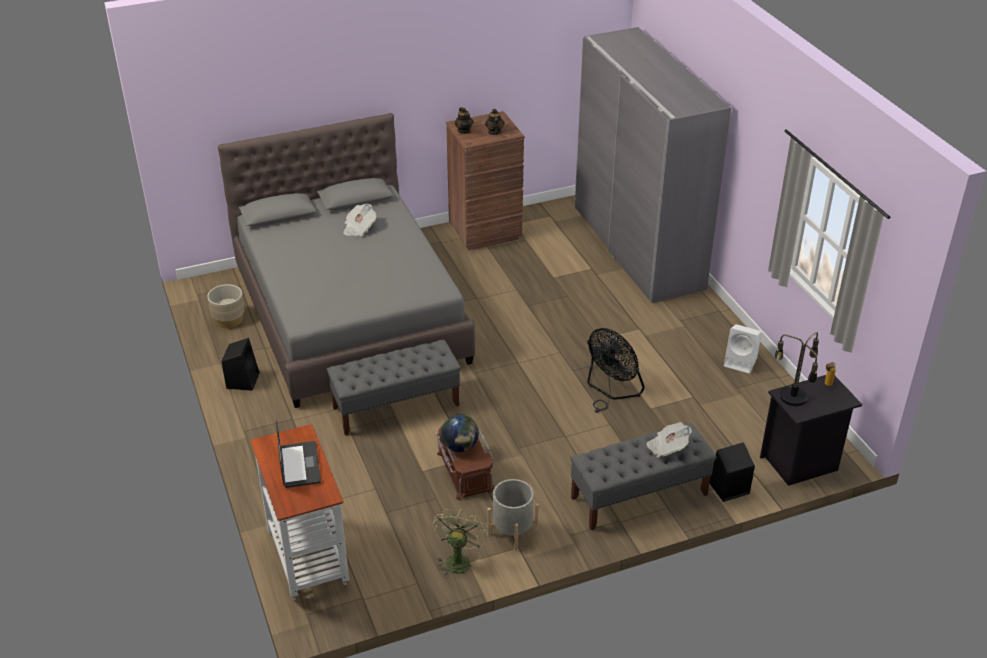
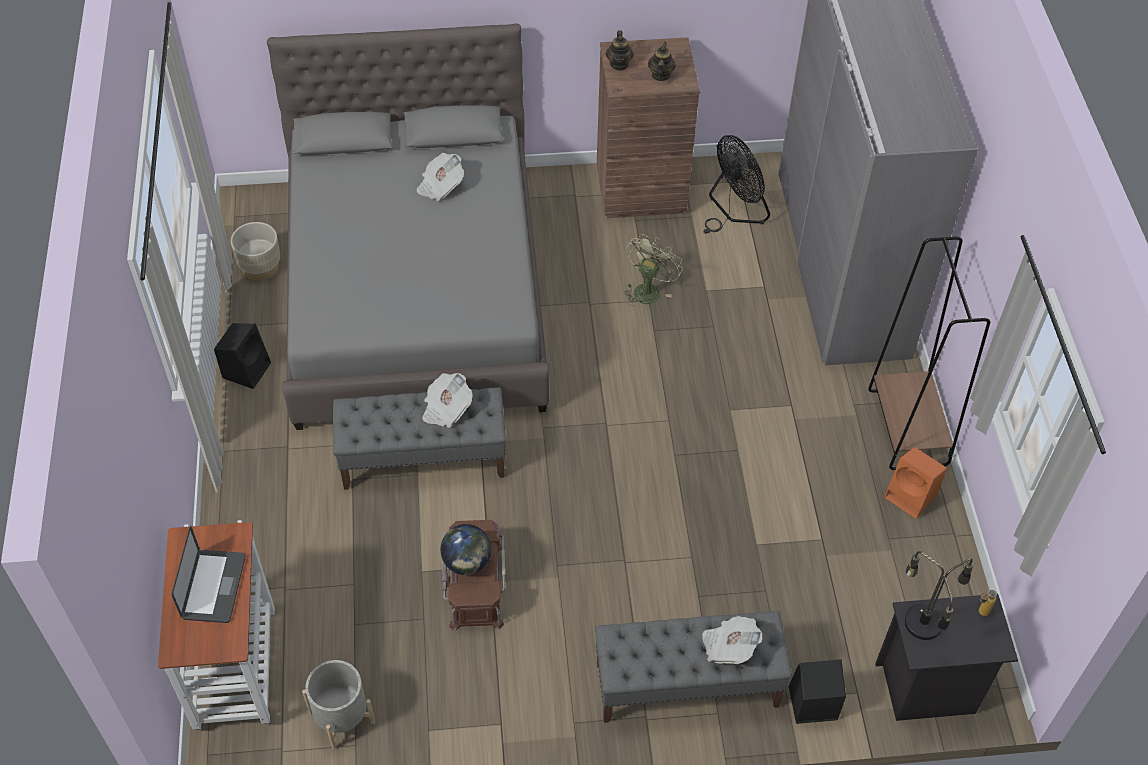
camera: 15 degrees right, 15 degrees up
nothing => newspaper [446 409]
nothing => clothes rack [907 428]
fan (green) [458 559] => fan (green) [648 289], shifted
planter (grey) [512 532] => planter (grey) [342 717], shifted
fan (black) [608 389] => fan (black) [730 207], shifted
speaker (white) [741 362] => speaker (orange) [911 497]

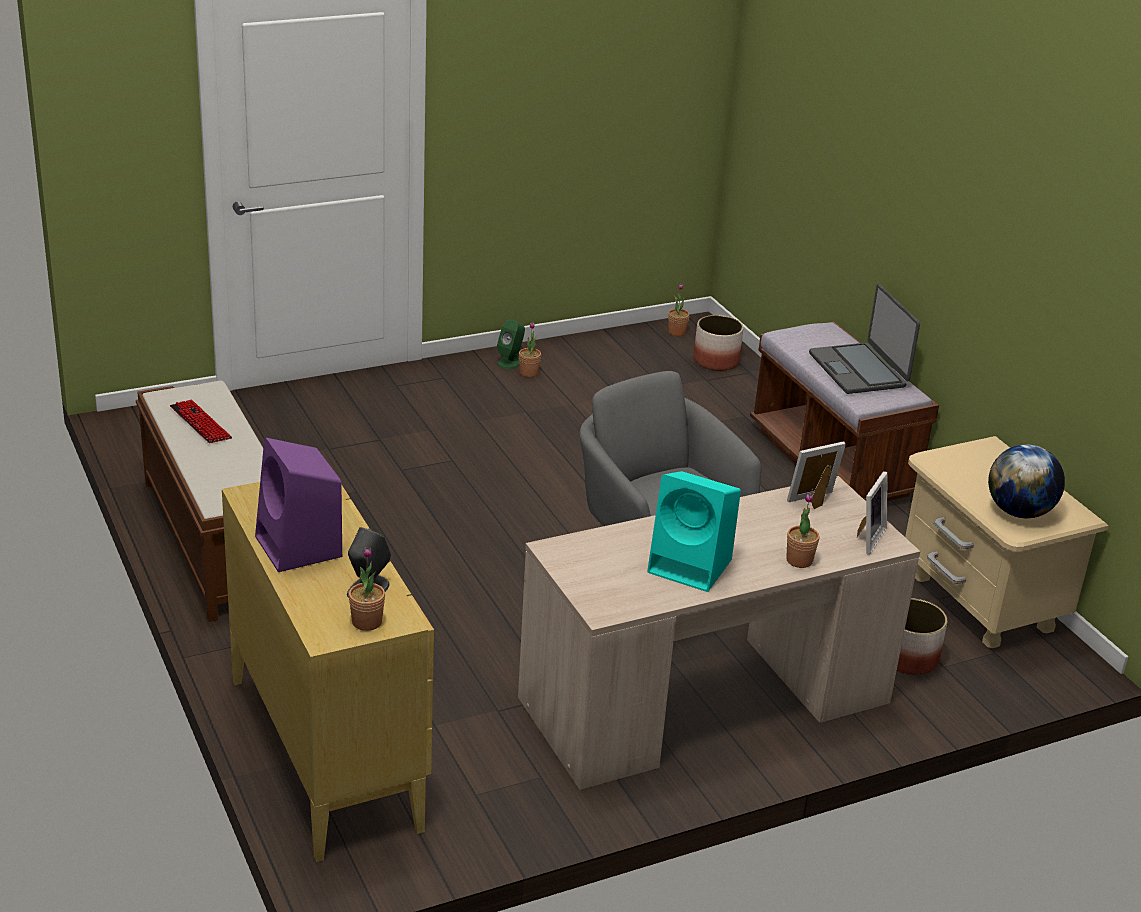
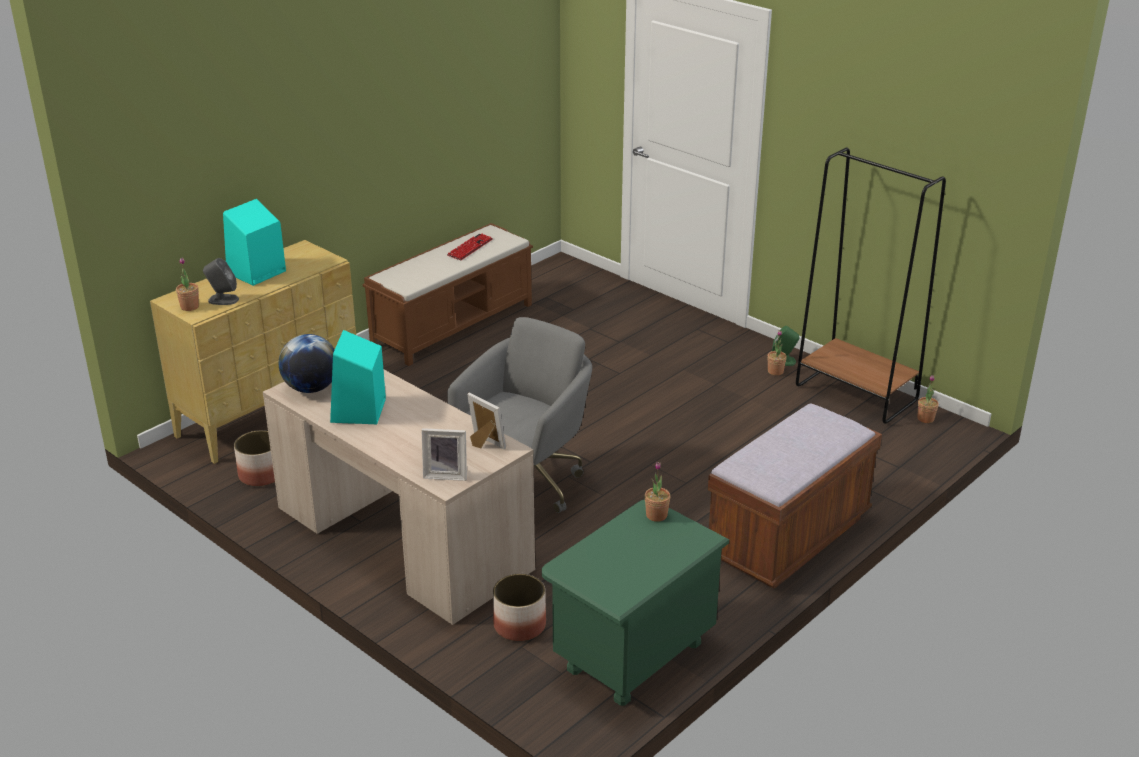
camera: 70 degrees right, 0 degrees up
laptop [859 370] => nothing
nothing => clothes rack [856 394]
planter [716 361] => planter [261 475], shifted
potted plant [799 560] => potted plant [656 515], shifted
globe [1019 512] => globe [311 388], shifted
speaker (purple) [300 548] => speaker (turquoise) [255 273]
nightstand (beige) [977 603] => nightstand (green) [630 653]

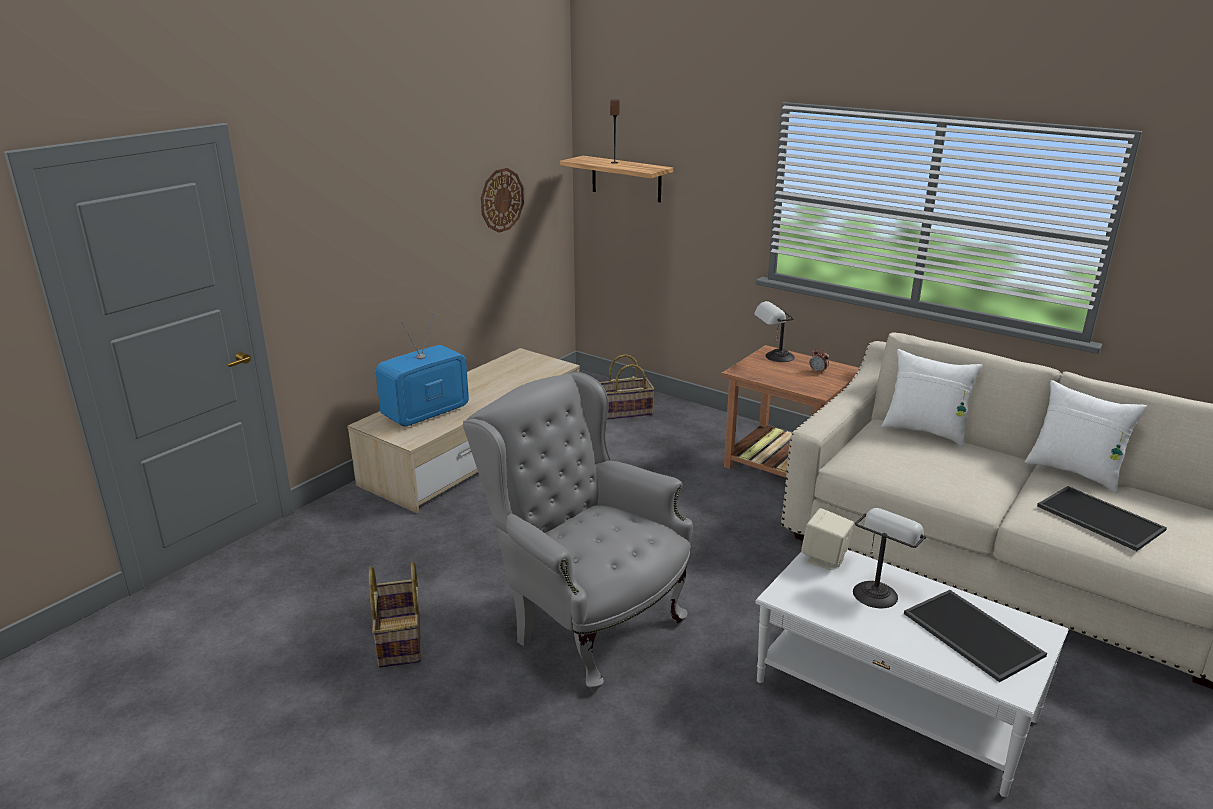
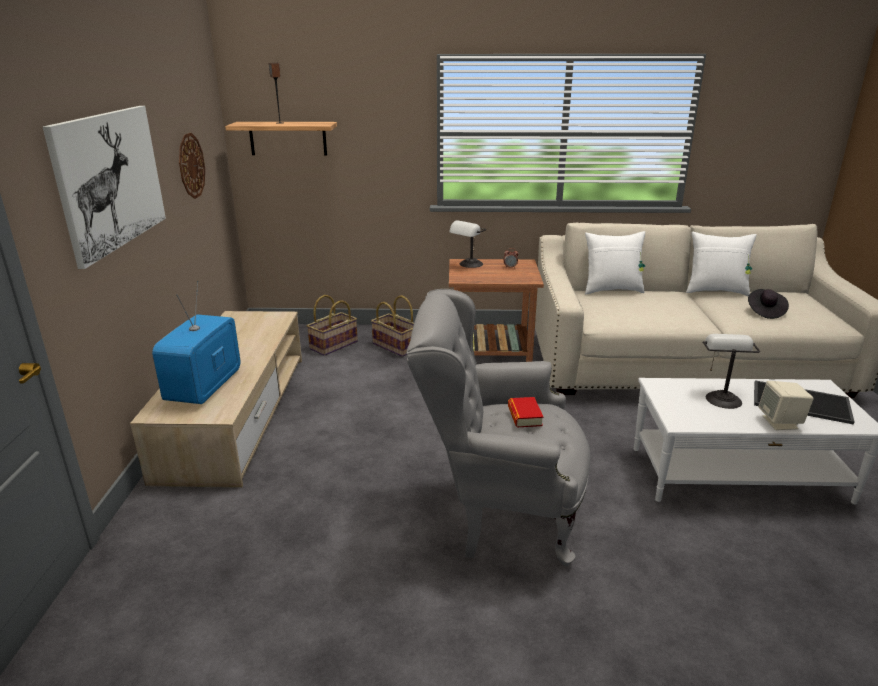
camera: 35 degrees left, 0 degrees up
nothing => picture [111 180]
nothing => book [524 416]
basket [401 640] => basket [396 346], shifted
speaker (beige) [825 559] => speaker (beige) [780 422], shifted
tray [1098 518] => hat (black) [765 312]

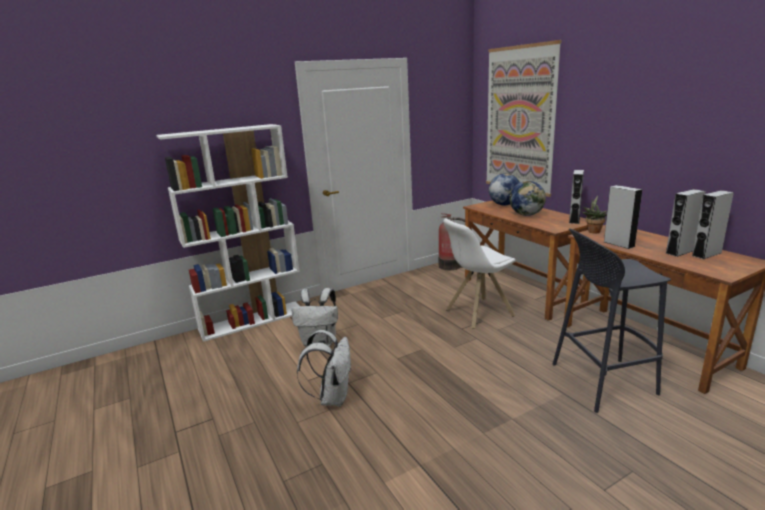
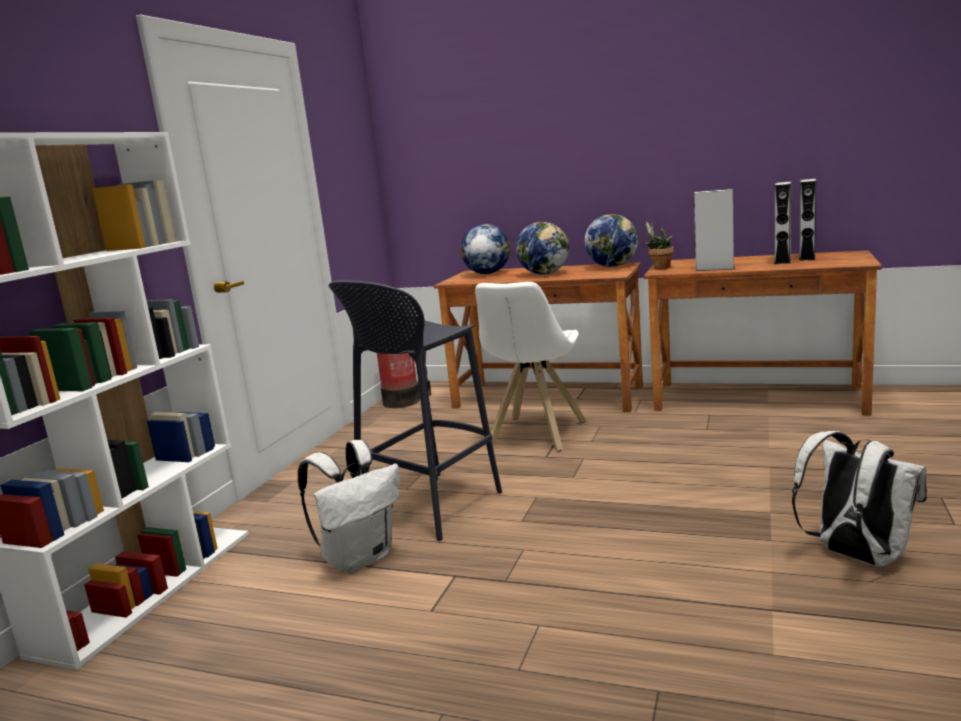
camera: 40 degrees left, 5 degrees down
picture [519 120] => nothing
backpack (white) [332 397] => backpack (white) [855 556], shifted
stool (grey) [603 382] => stool (grey) [430 505], shifted
speaker (grey) [574 220] => globe [612 266]

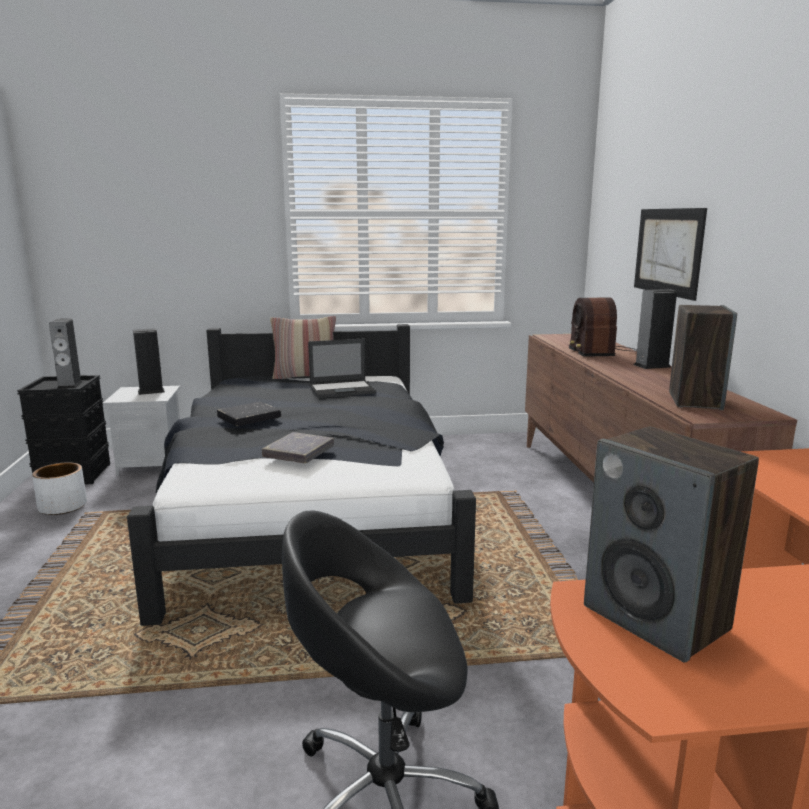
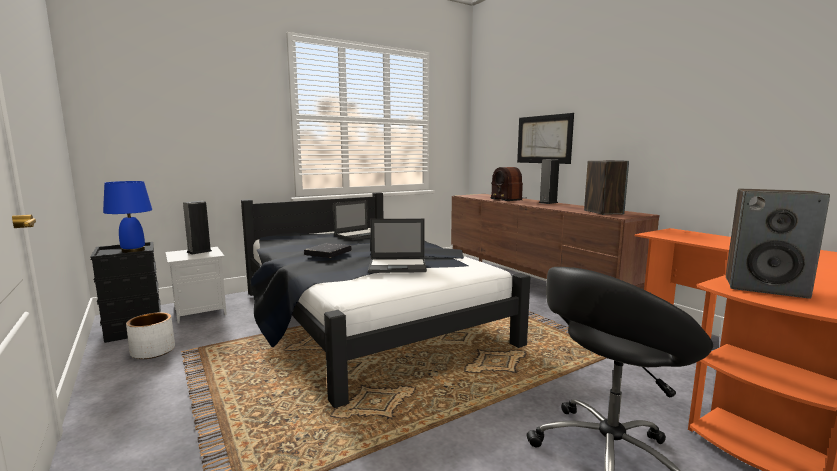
camera: 25 degrees left, 5 degrees down
pillow [306 377] => nothing
speaker [70 385] => table lamp (blue) [133 250]
book (grey) [299 452] => laptop [398 266]

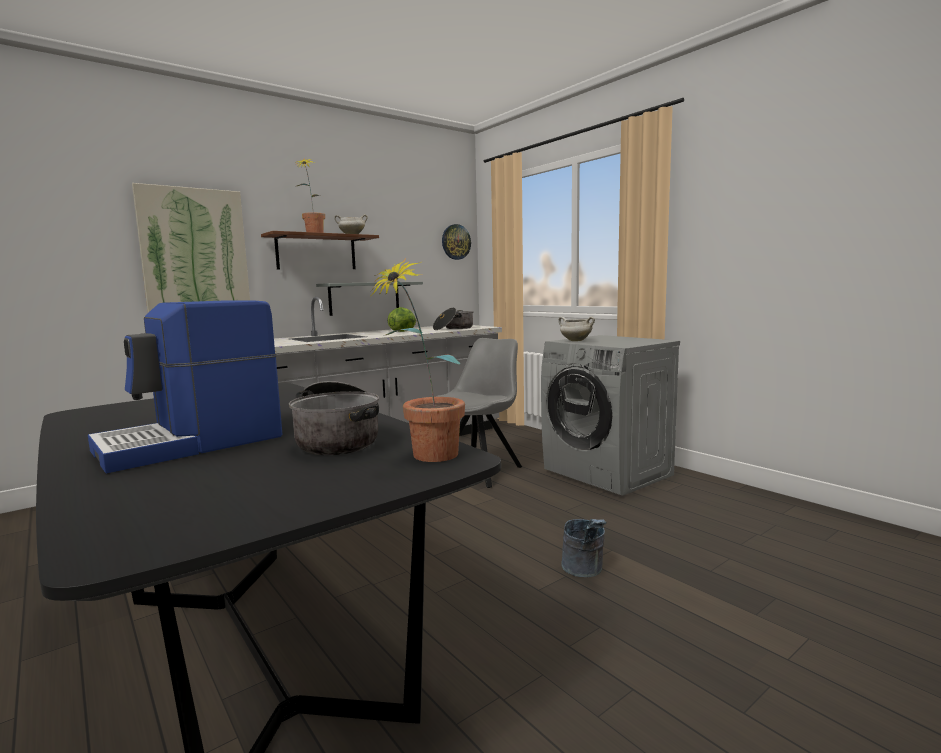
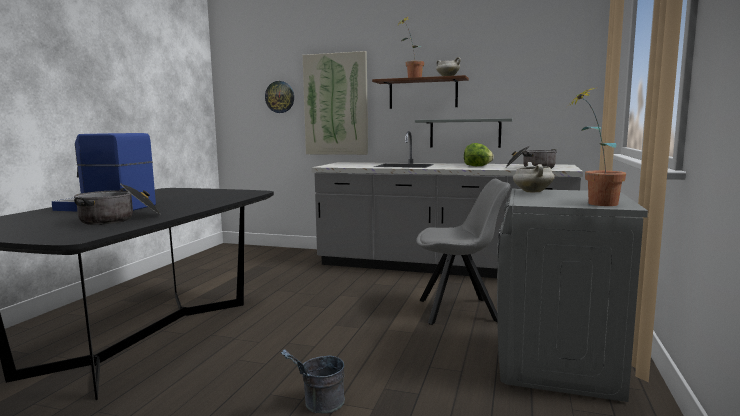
camera: 55 degrees right, 0 degrees up
potted plant [425 458] => potted plant [593 204], shifted
wall clock [456 242] => wall clock [280 97], shifted

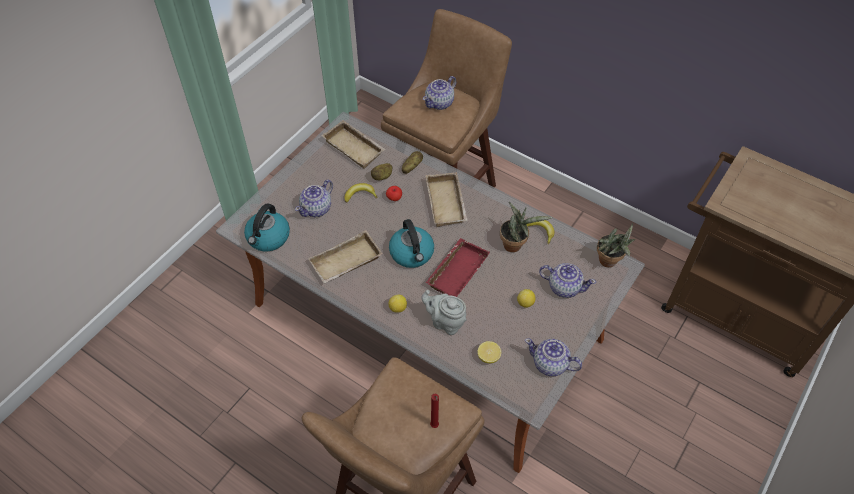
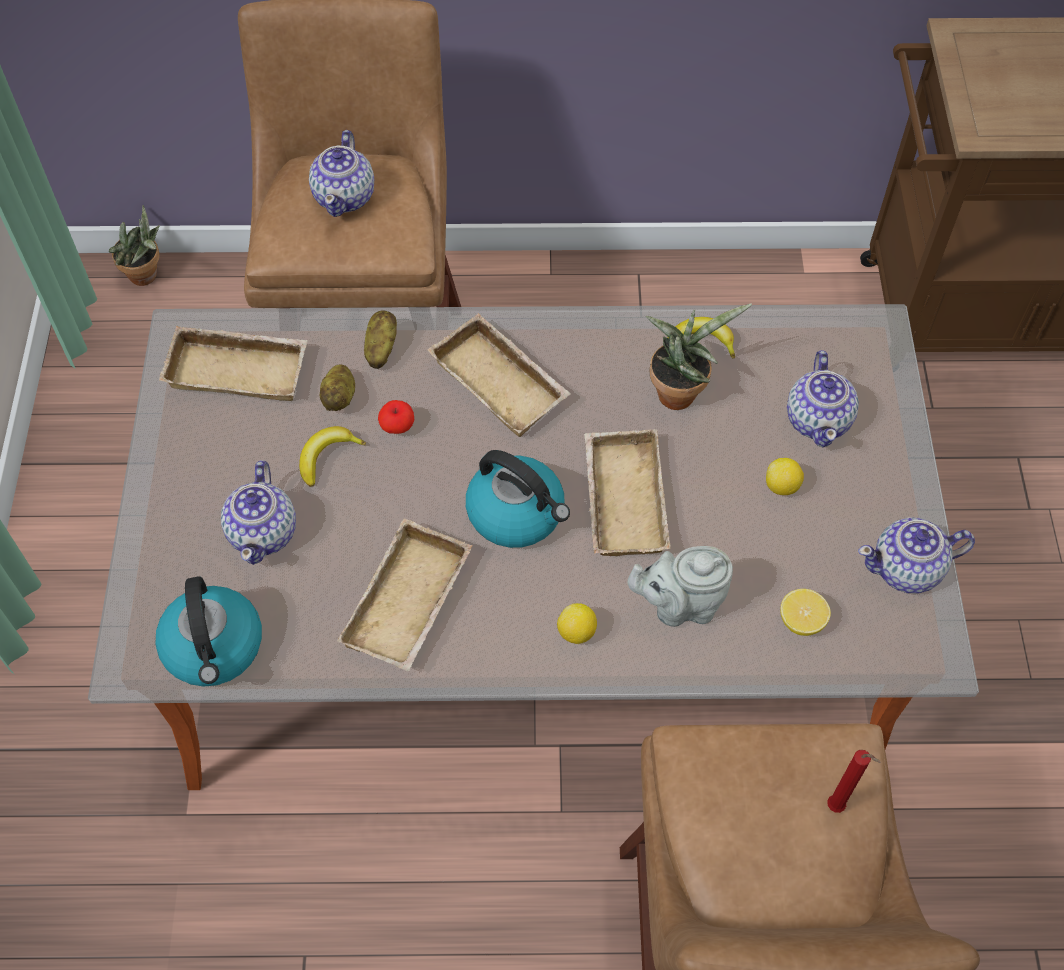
camera: 35 degrees left, 5 degrees up
potted plant [610 262] => potted plant [147 276], shifted
tray (red) [456 270] => tray (beige) [620 498]
teapot [564 287] => teapot [818 419], 105 degrees clockwise

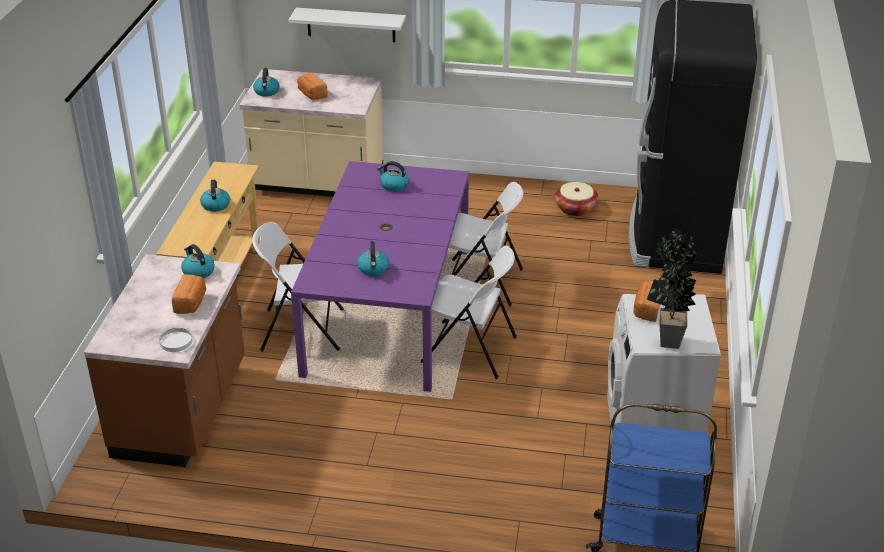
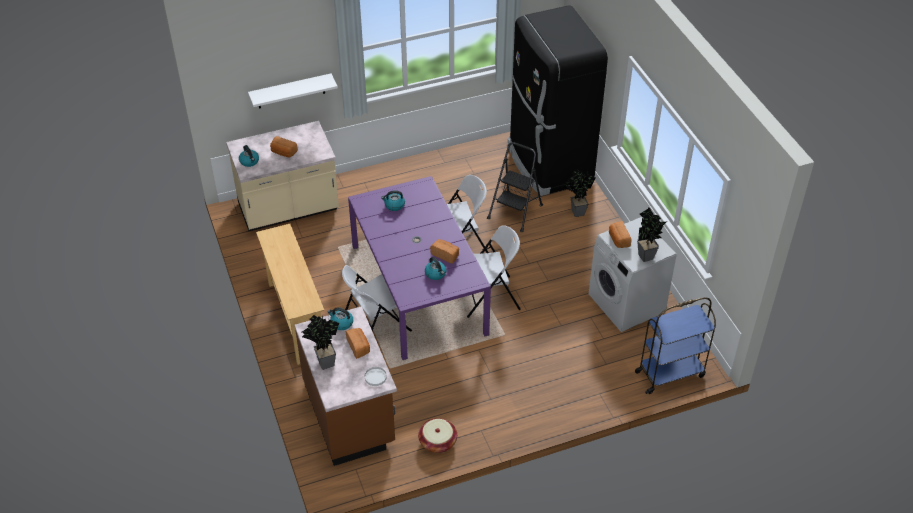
camera: 30 degrees left, 10 degrees up
kettle [215 205] => nothing
nothing => potted plant [323 363]
nothing => bread [445 255]
nothing => step ladder (black) [516 210]
basket [575 208] => basket [438 442], shifted

